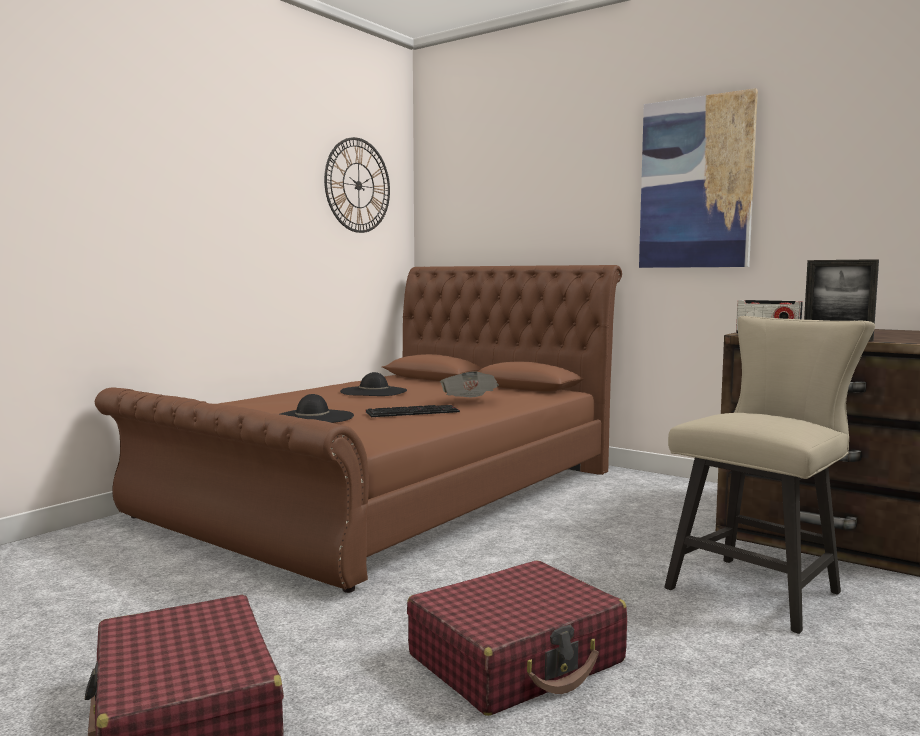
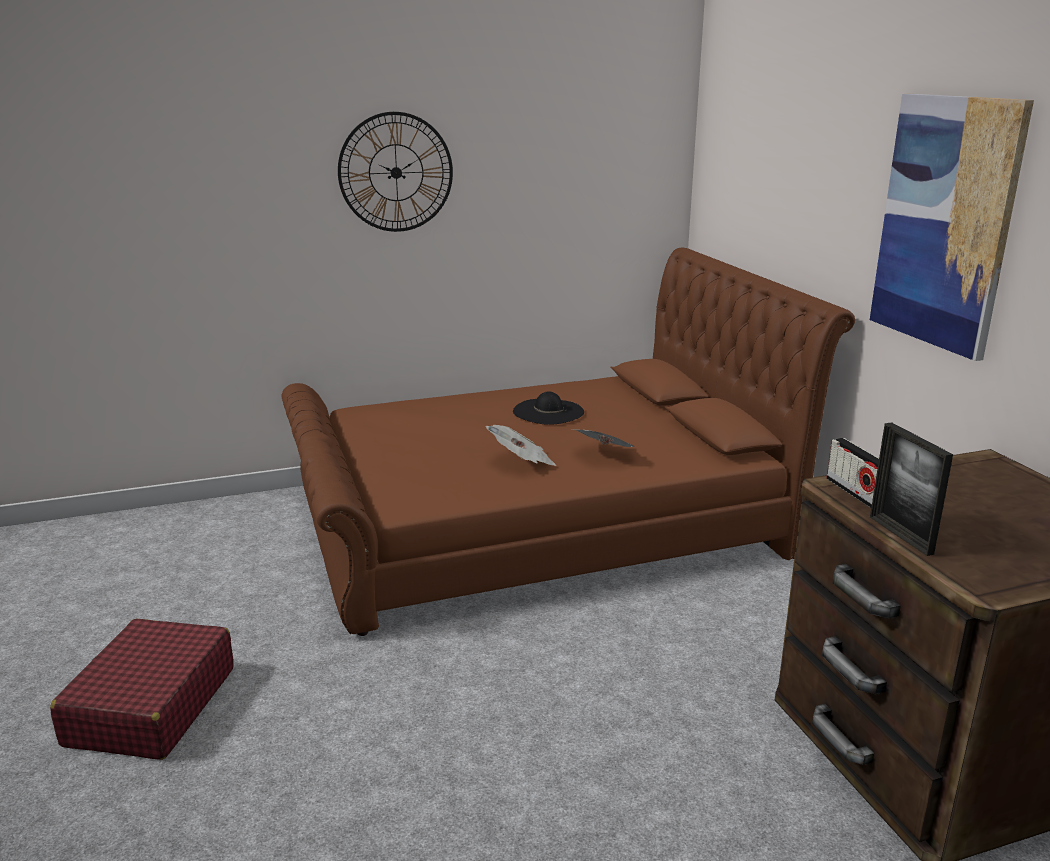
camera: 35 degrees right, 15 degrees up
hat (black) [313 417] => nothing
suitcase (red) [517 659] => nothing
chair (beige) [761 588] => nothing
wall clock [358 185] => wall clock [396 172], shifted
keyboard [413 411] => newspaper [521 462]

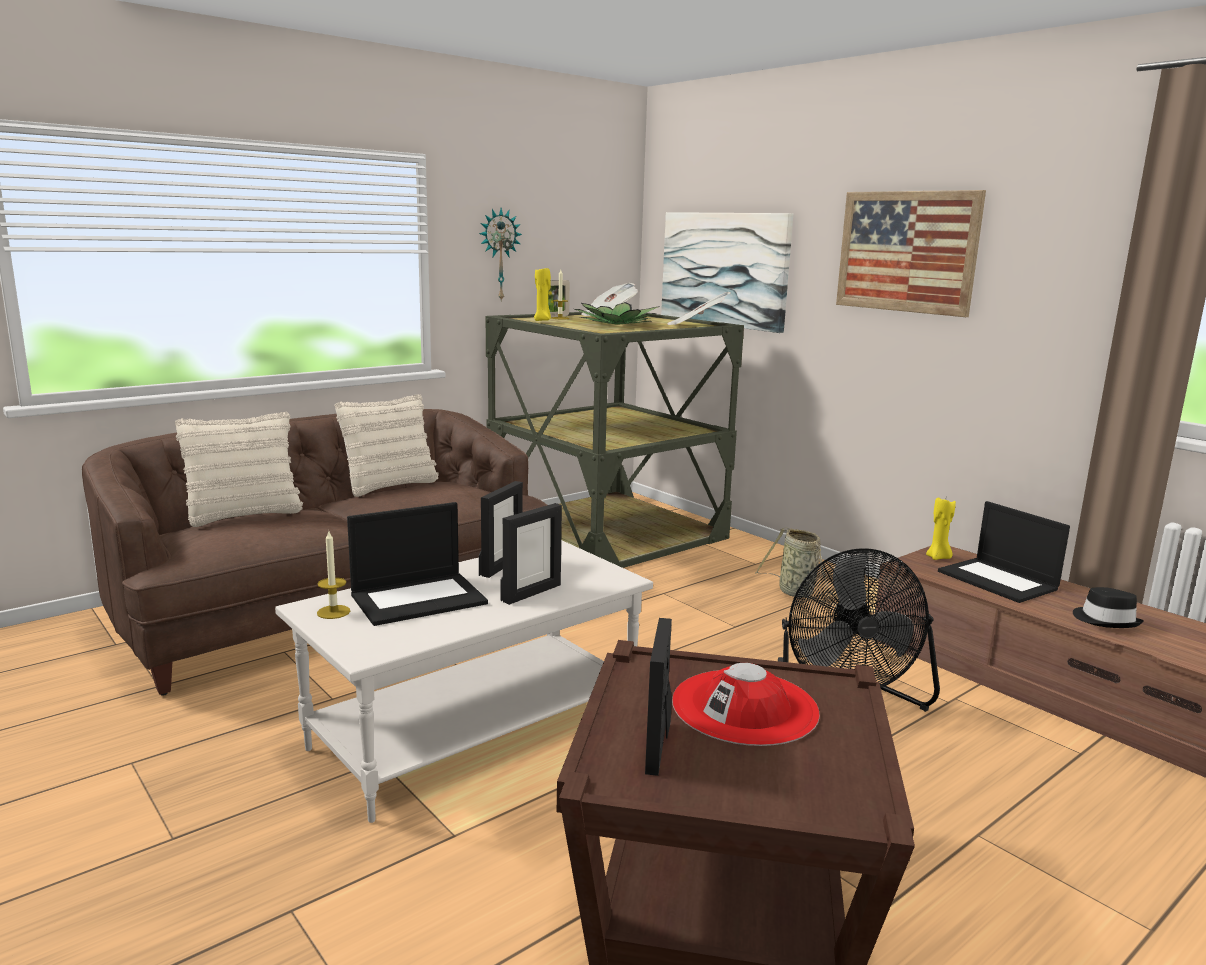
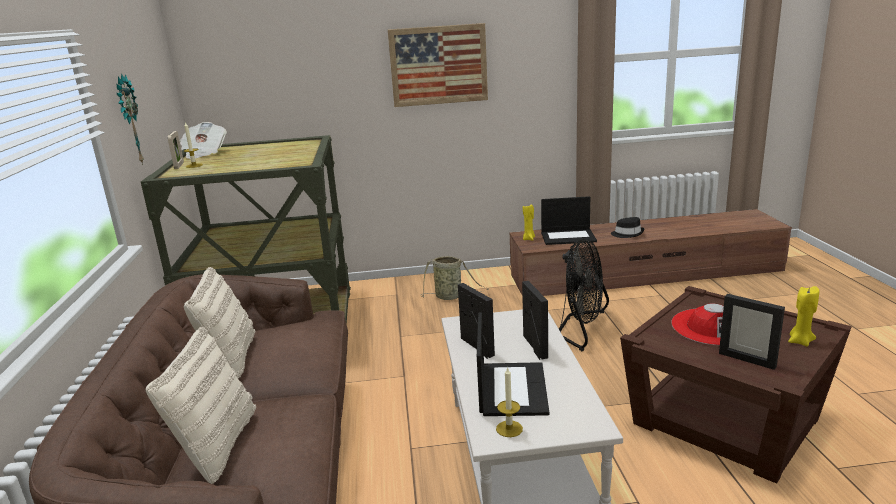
camera: 55 degrees left, 5 degrees up
potted plant [617 324] => nothing
picture [724 269] => nothing
newspaper [696 326] => nothing
candle (yellow) [542 320] => candle (yellow) [800 341], shifted

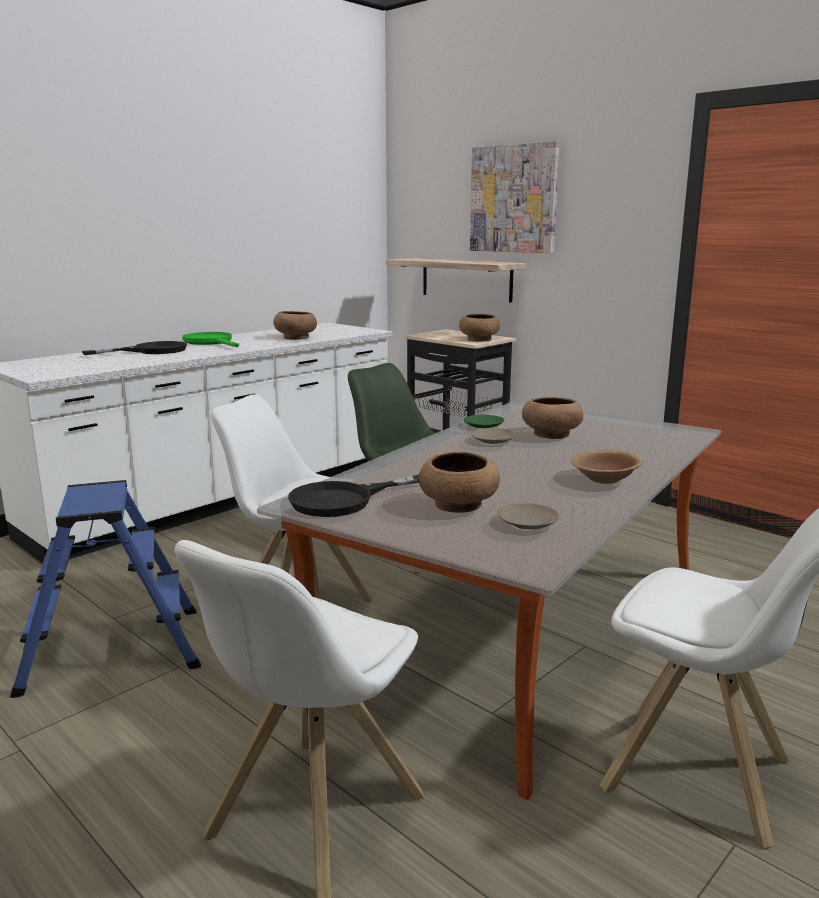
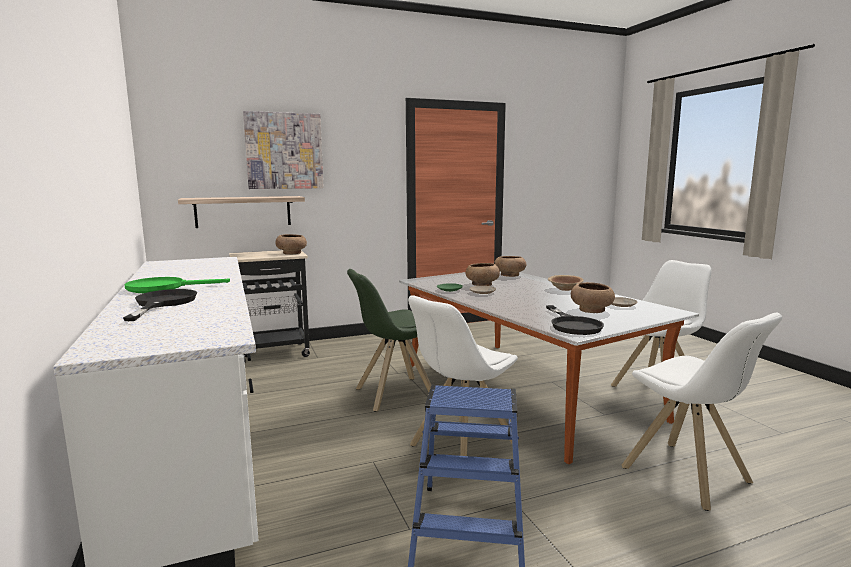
camera: 65 degrees left, 5 degrees down
bowl (brown) [296 337] => bowl (brown) [509 275], shifted

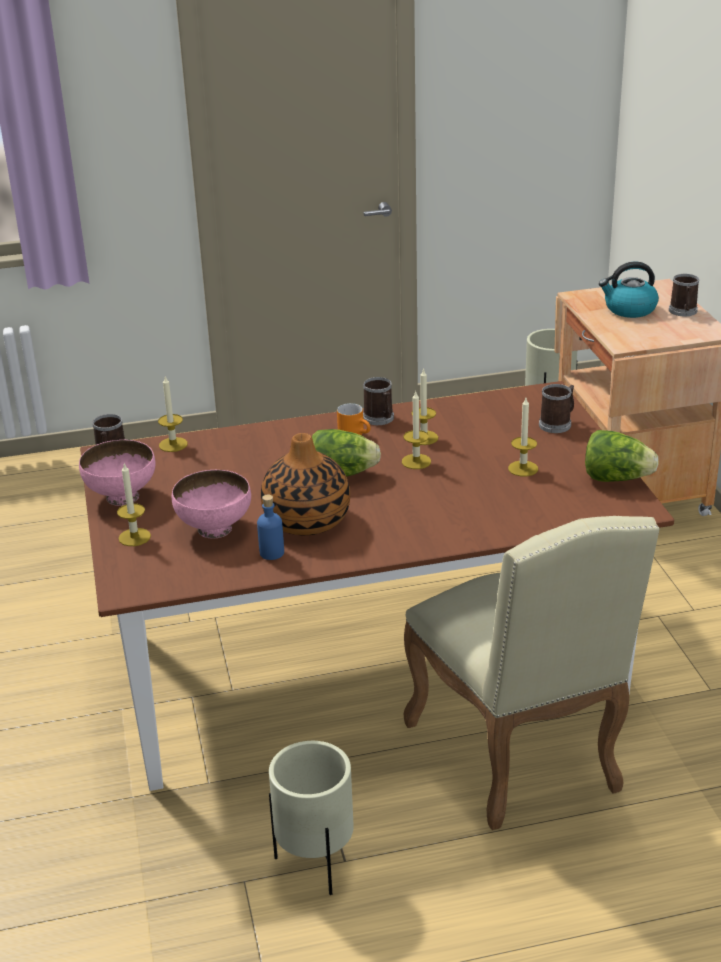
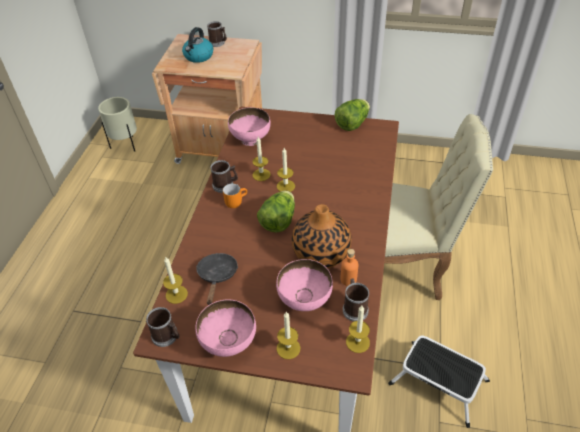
camera: 65 degrees left, 15 degrees up
nothing => frying pan (black) [217 276]
nothing => bowl (pink) [251 140]
candle [523 468] => candle [357 342], shifted
mug [557 424] => mug [354 308], shifted
planter (beige) [316 865] => step ladder (black) [438 382]
bottle (blue) [272 553] => bottle (orange) [348 279]

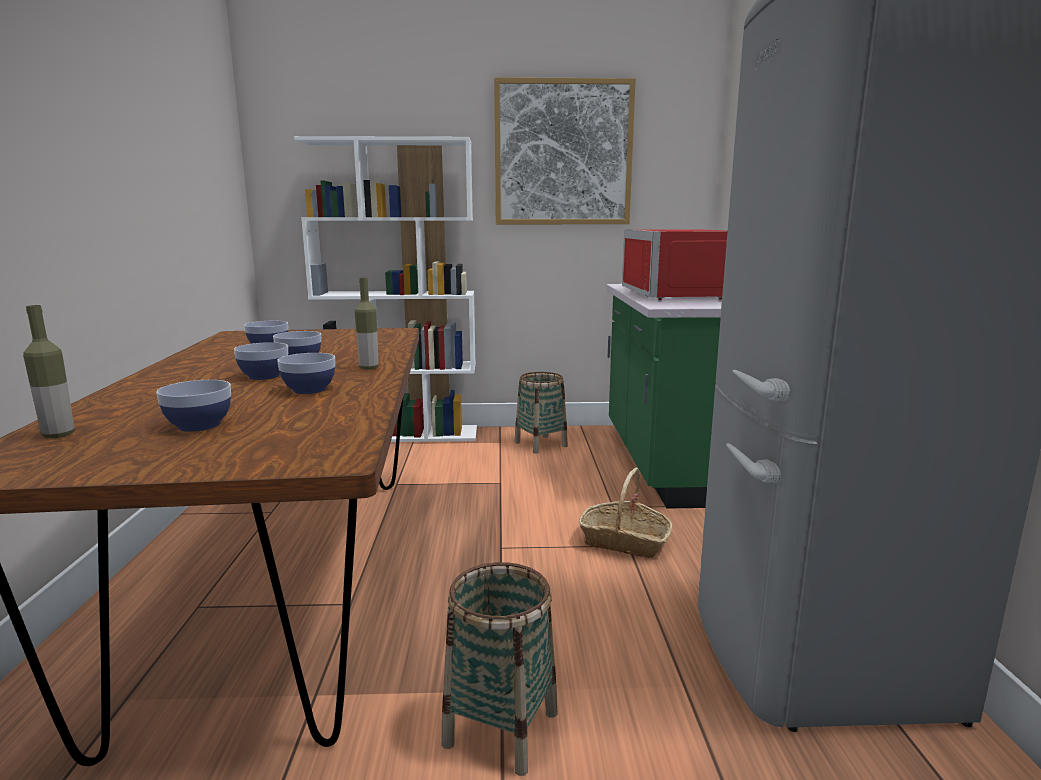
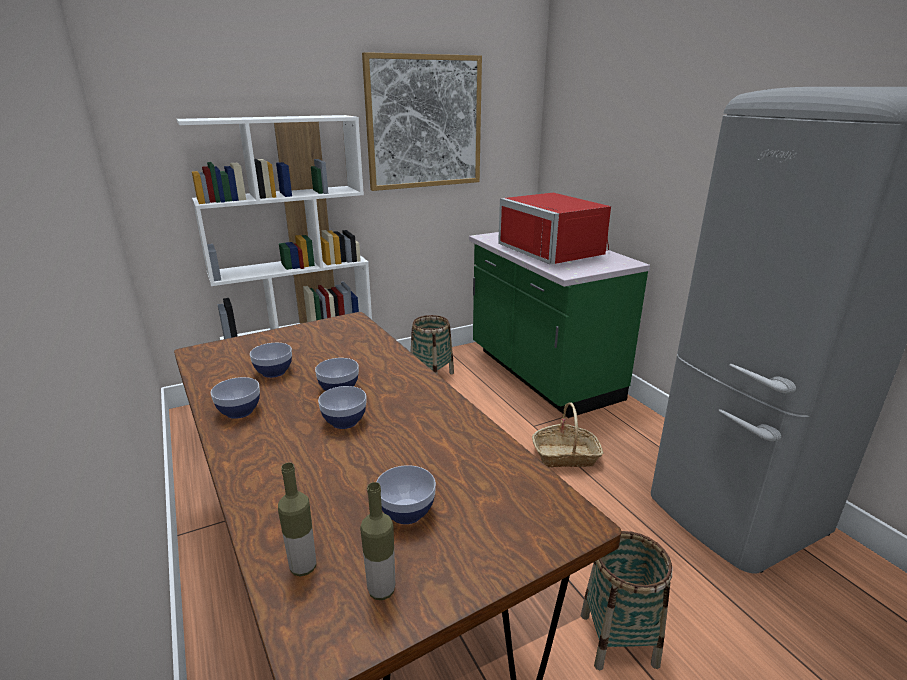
camera: 25 degrees left, 10 degrees up
bowl [309 390] => bowl [239 411], shifted
bottle [369 368] => bottle [381 590], shifted

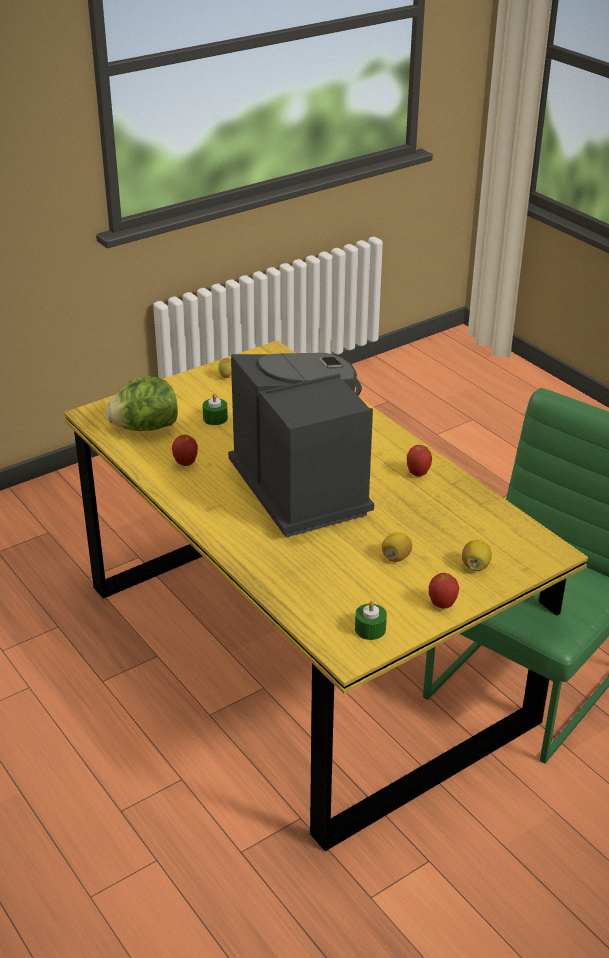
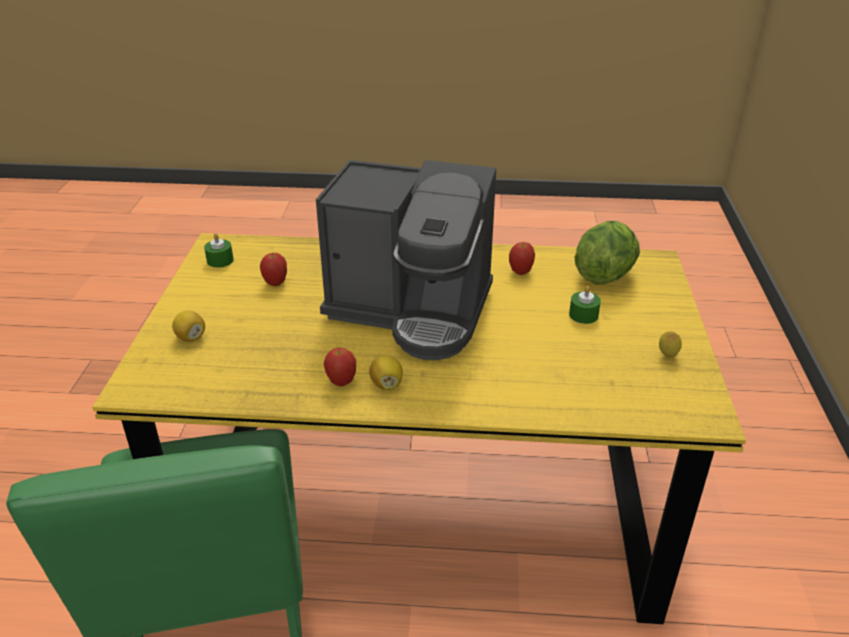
camera: 130 degrees right, 0 degrees up
lemon [396 557] => lemon [386 384], shifted
apple [442 605] => apple [275 283], shifted

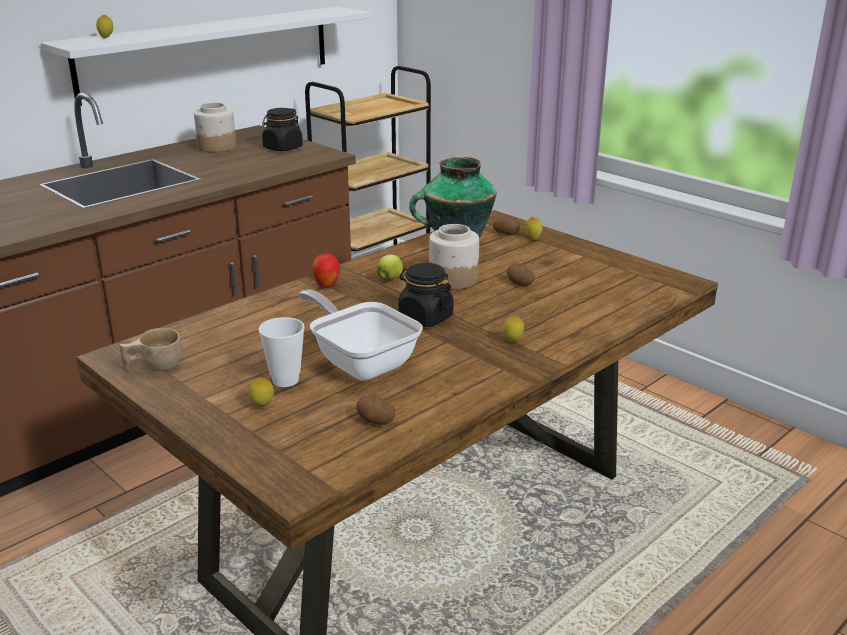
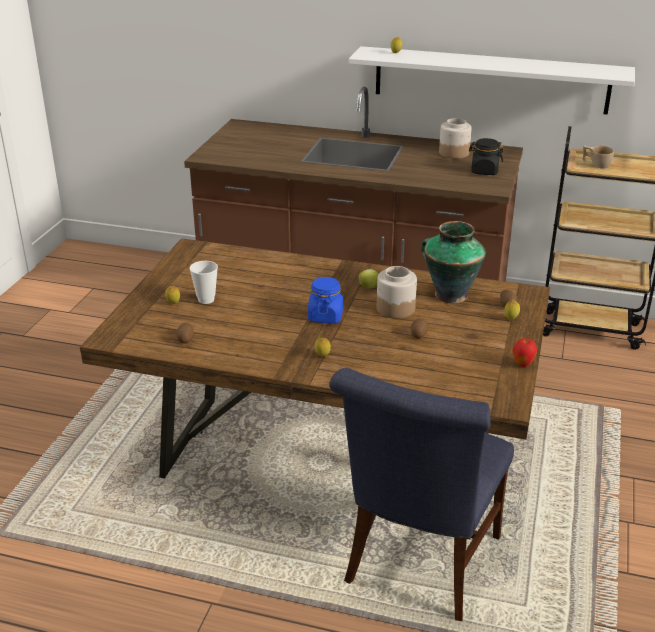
camera: 60 degrees right, 5 degrees up
frying pan [360 362] => nothing
nothing => chair (blue) [419 566]
cup (beige) [153 367] => cup (beige) [596 164], shifted
apple [326 286] => apple [522 364], shifted
jar (black) [425 317] => jar (blue) [325 316]

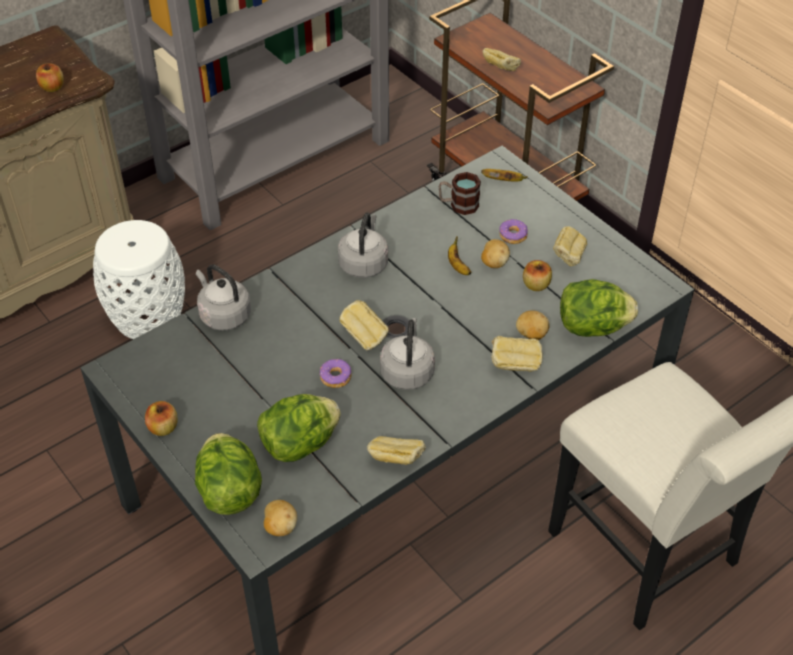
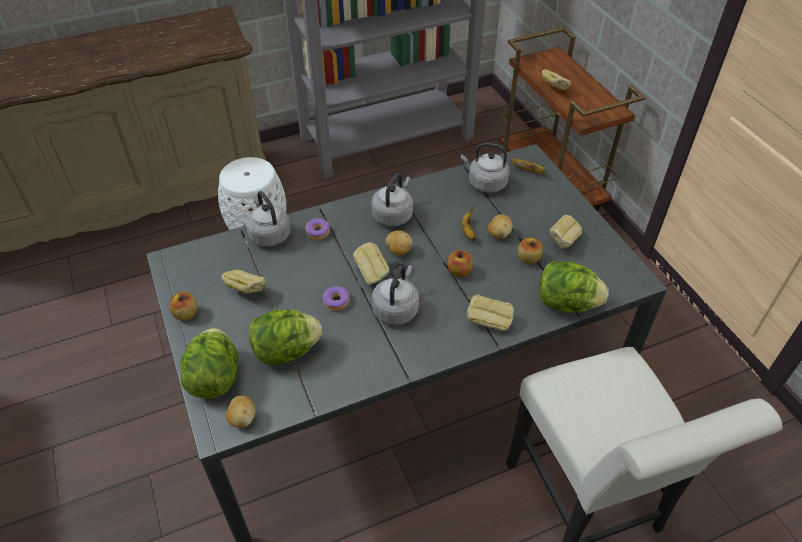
camera: 15 degrees right, 0 degrees up
apple [52 87] => apple [459 271], shifted
bread [396 461] => bread [246 291], shifted
donut [513 235] => donut [318 232], shifted
potato [531 335] => potato [398 250], shifted
mug [458 205] => kettle (grey) [485 183]

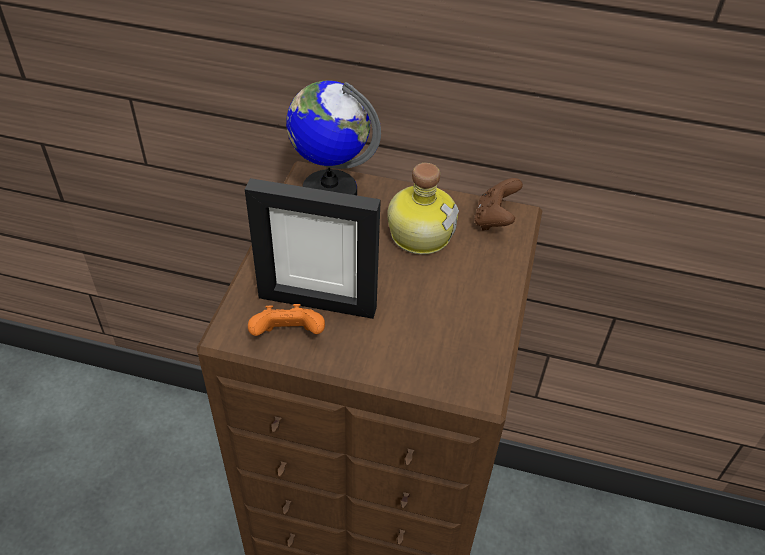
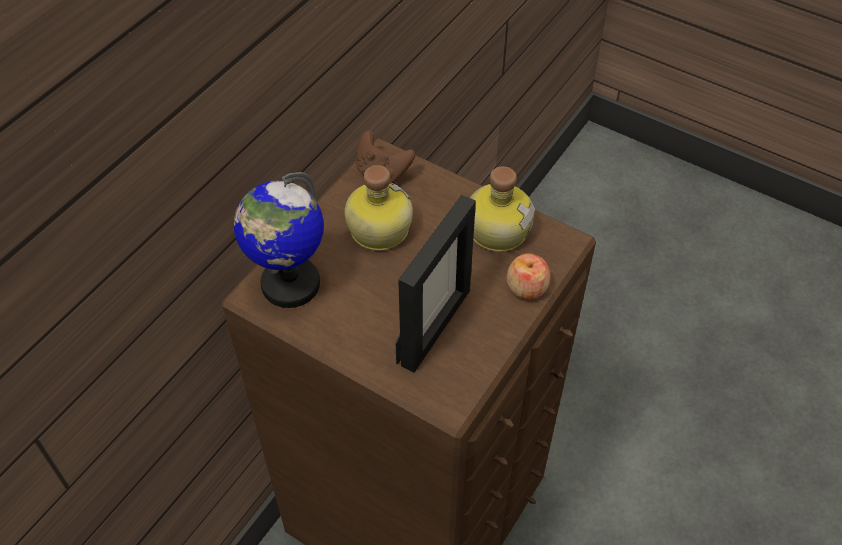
camera: 70 degrees left, 5 degrees up
game controller (orange) [288 336] => nothing
nothing => bottle [497 229]
nothing => apple [526 287]

